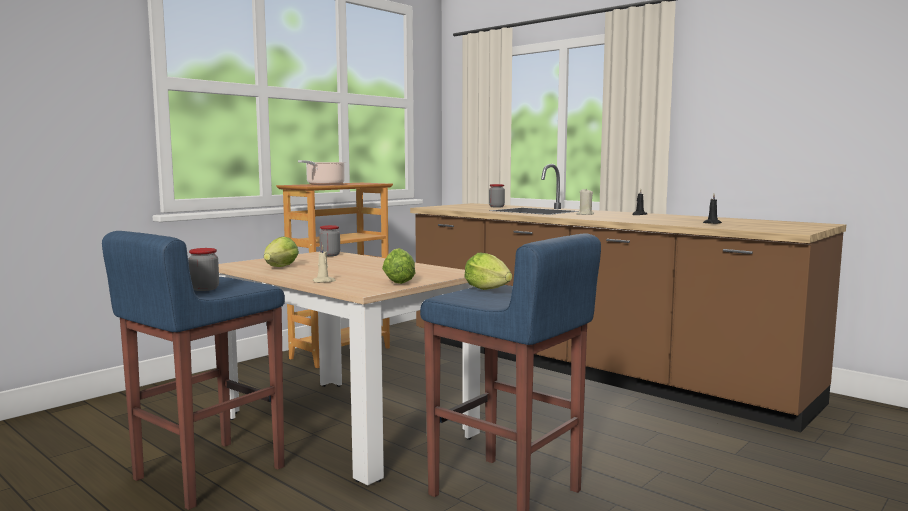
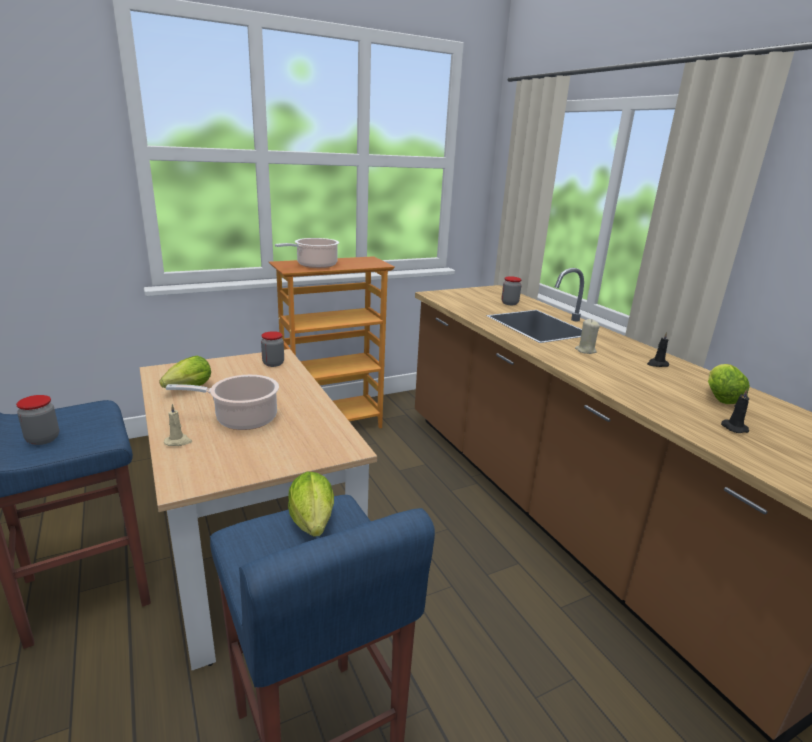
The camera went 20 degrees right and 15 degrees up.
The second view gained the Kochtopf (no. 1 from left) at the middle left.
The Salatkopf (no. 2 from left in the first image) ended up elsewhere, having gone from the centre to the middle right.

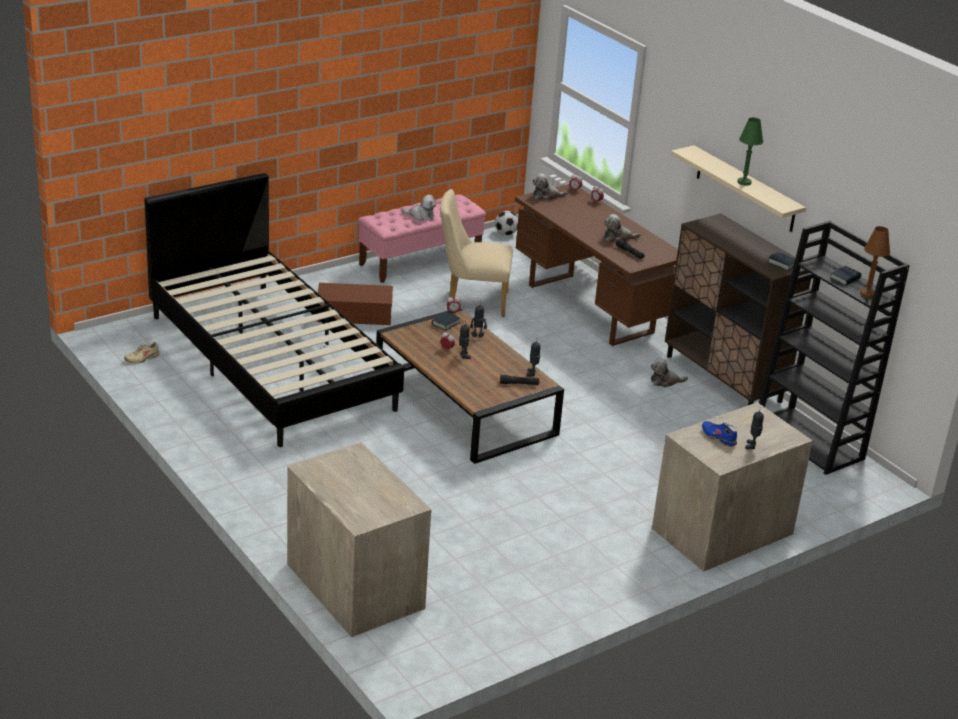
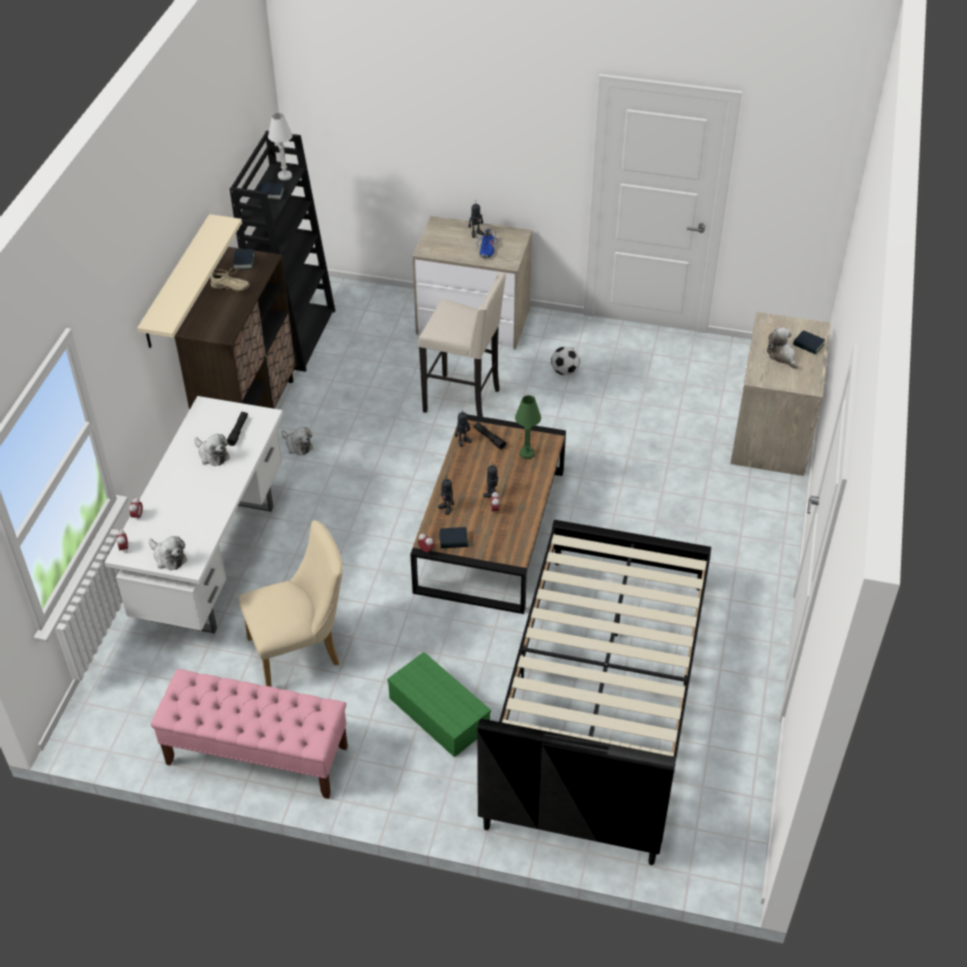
The camera went 130 degrees left and 15 degrees up.
The second view gained the Hocker/beige at the centre.
The second view gained the Buch (no. 4 from left) at the middle right.
The Schuh/beige ended up elsewhere, having gone from the middle left to the top left.
The Plüschtier (no. 1 from left in the first image) ended up elsewhere, having gone from the top centre to the middle right.
The Fußball ended up elsewhere, having gone from the top centre to the centre.
The Tischlampe/grün ended up elsewhere, having gone from the top right to the centre.
What was the Aufbewahrungsbox/braun at the centre turned into the Aufbewahrungsbox/grün at the bottom centre.
What was the Schreibtisch/braun at the centre turned into the Schreibtisch/weiß at the middle left.
What was the Tischlampe/braun at the middle right turned into the Tischlampe/weiß at the top left.
The Stuhl/beige at the centre ended up facing another way, 75 degrees counterclockwise from before.

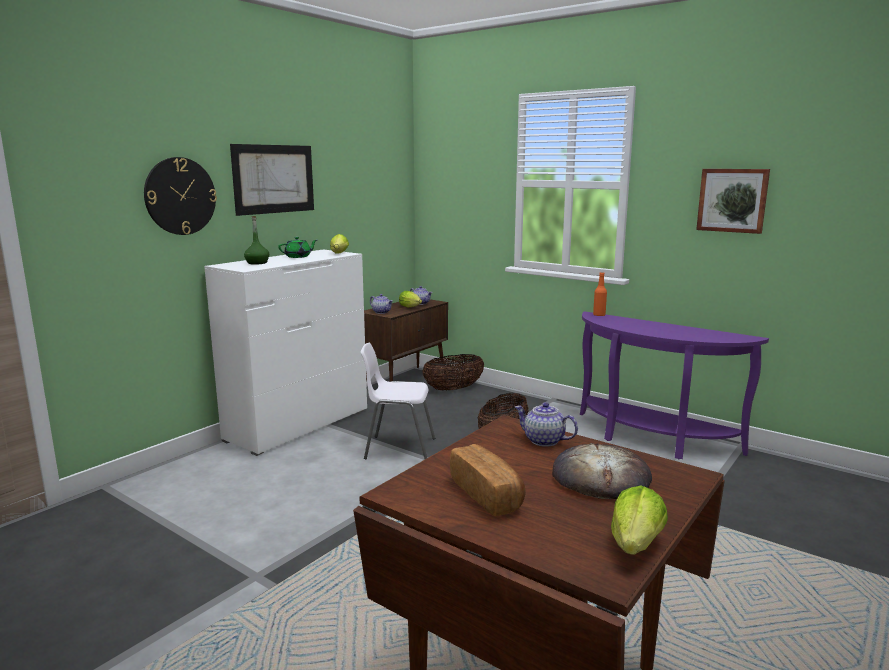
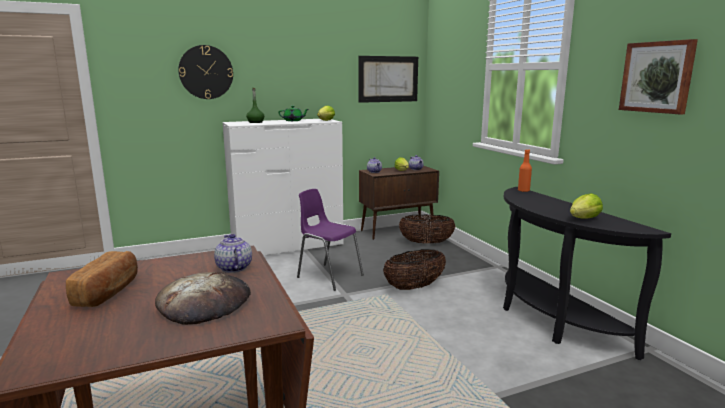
The camera went 30 degrees right and 0 degrees up.
The Bild (no. 1 from left) ended up elsewhere, having gone from the top left to the top centre.
The Salatkopf (no. 3 from left) ended up elsewhere, having gone from the bottom right to the middle right.
What was the Stuhl/weiß at the centre turned into the Stuhl/lila at the centre.
What was the Konsolentisch/lila at the middle right turned into the Konsolentisch/schwarz at the bottom right.

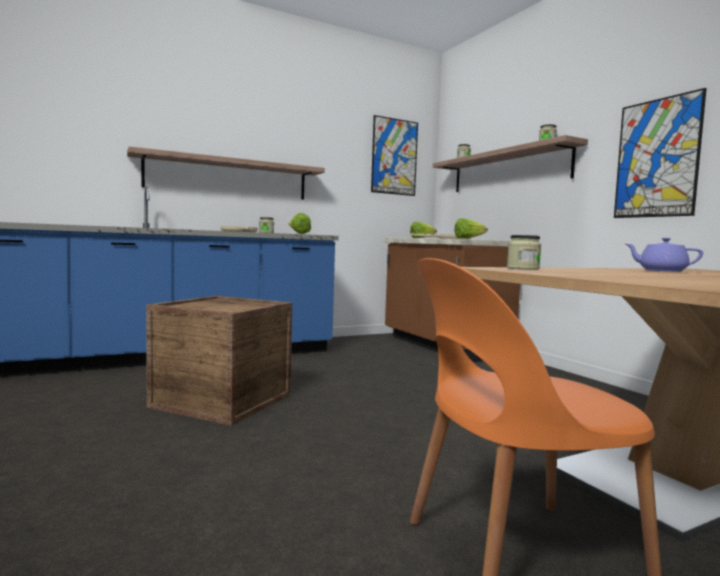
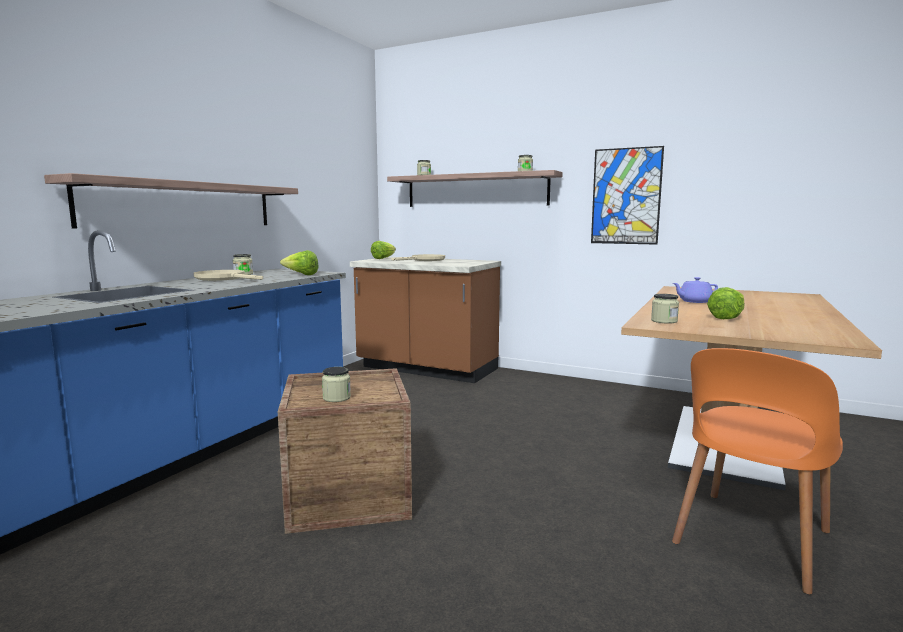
The camera went 35 degrees left and 5 degrees up.
The second view lost the Bild (no. 1 from left) at the top centre.
The second view gained the Vorratsglas (no. 2 from left) at the centre.
The Salatkopf (no. 3 from left) ended up elsewhere, having gone from the centre to the middle right.

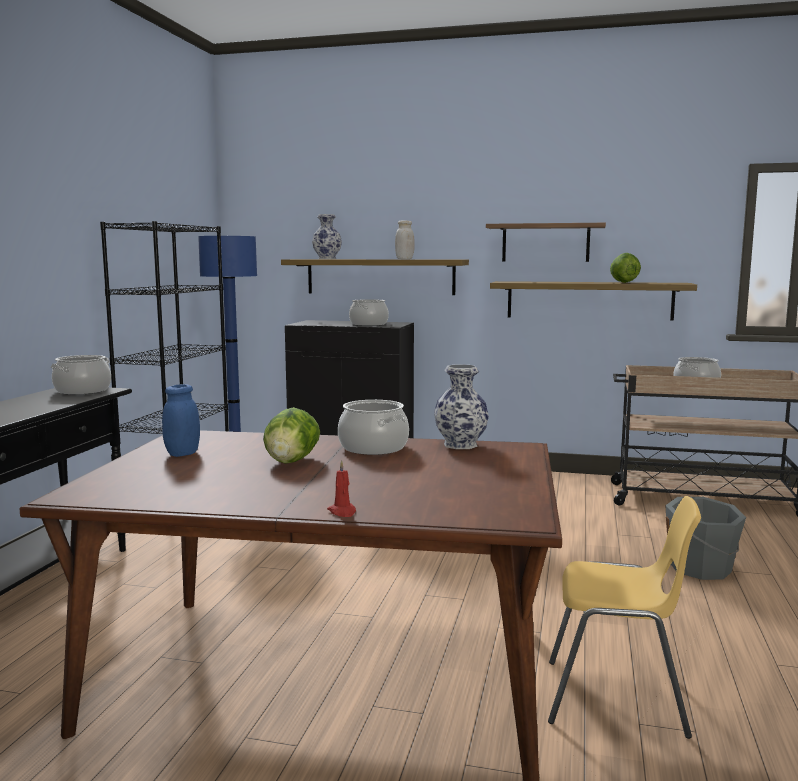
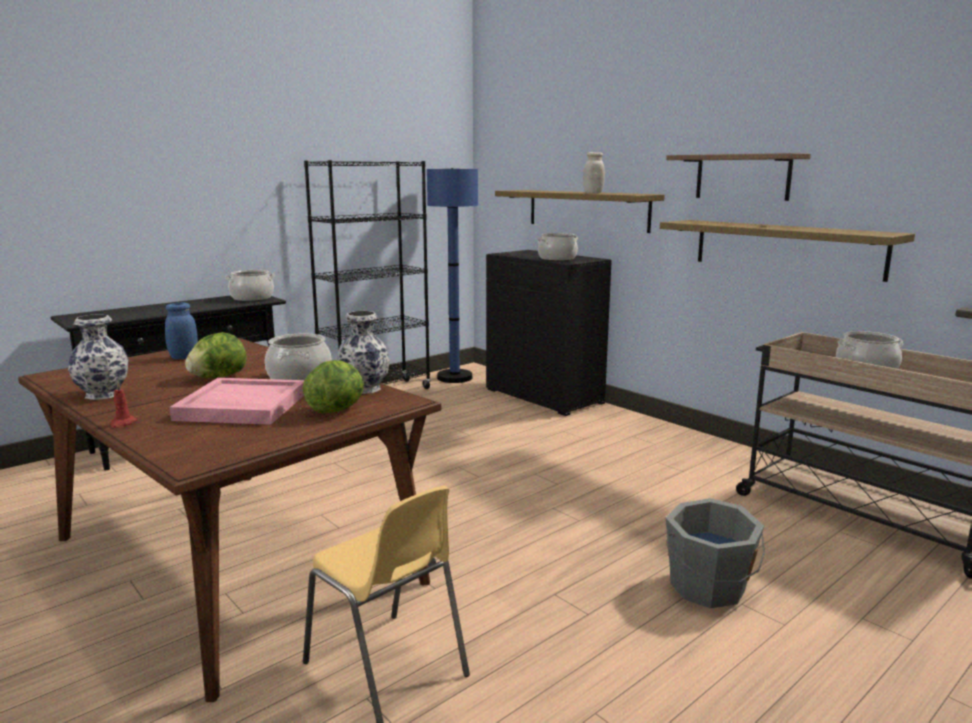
The camera went 35 degrees right and 5 degrees up.
The second view gained the Tablett/rosa at the middle left.
The Vase (no. 1 from left) ended up elsewhere, having gone from the top centre to the middle left.
The Salatkopf (no. 2 from left) ended up elsewhere, having gone from the middle right to the centre.

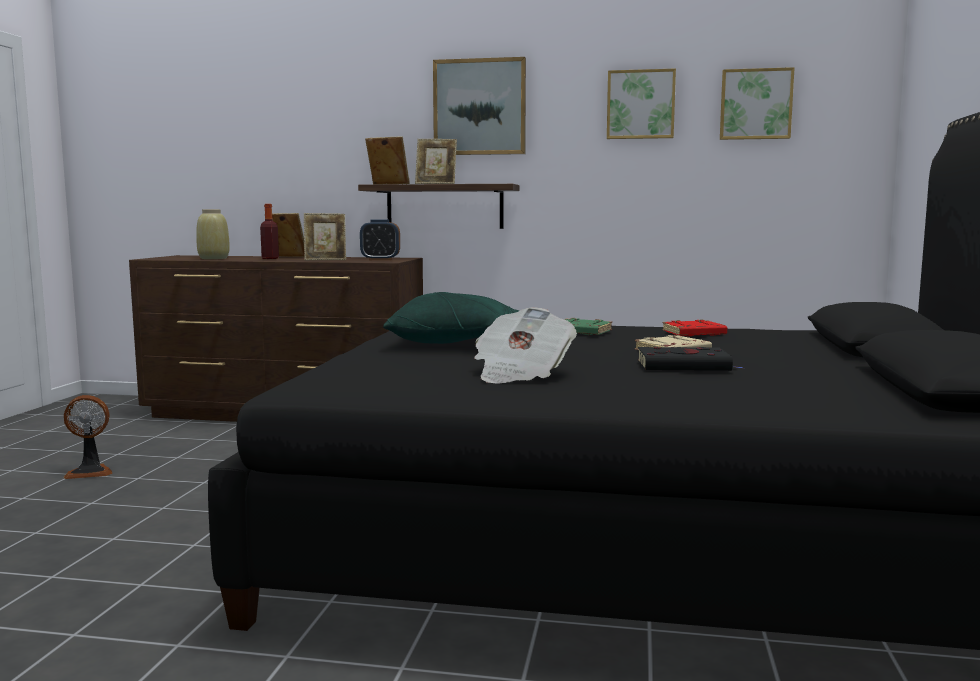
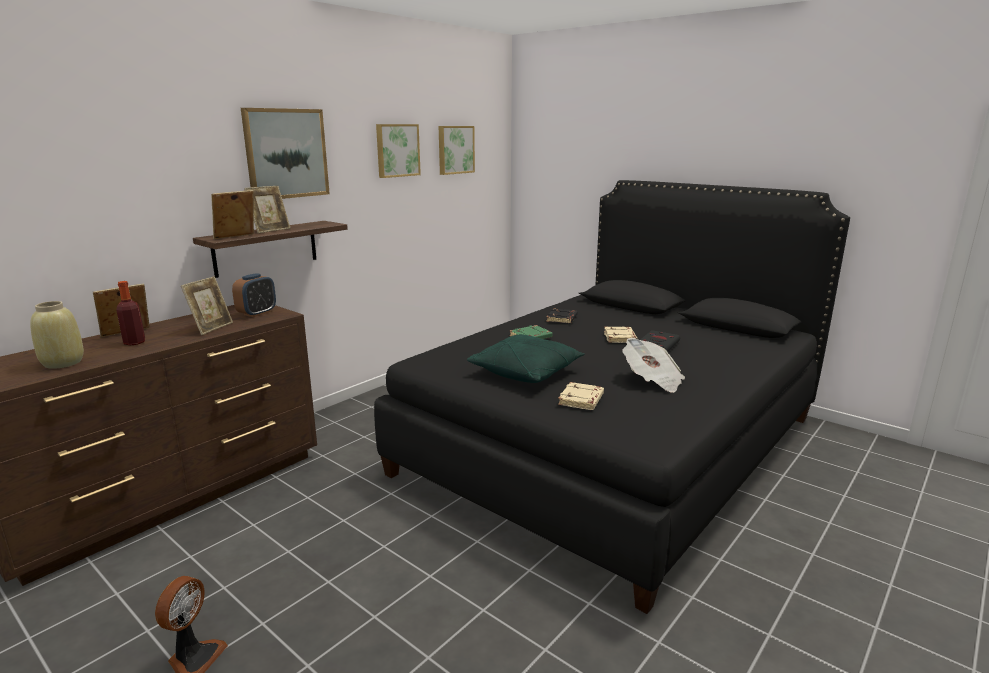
The camera went 60 degrees left and 10 degrees up.
The second view gained the Buch/beige (no. 1 from left) at the centre.
What was the Buch/rot at the middle right turned into the Buch/schwarz (no. 1 from left) at the centre.

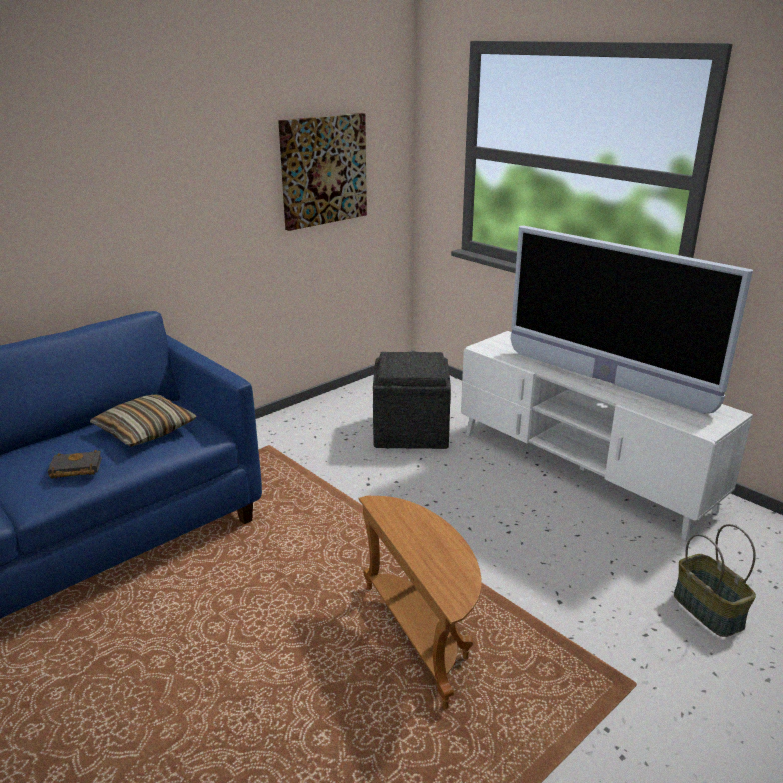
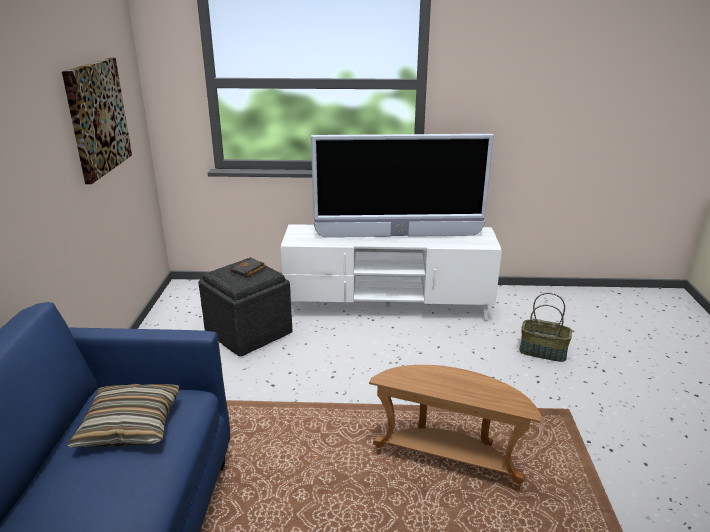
The camera went 45 degrees left and 0 degrees up.
The Buch/schwarz ended up elsewhere, having gone from the middle left to the centre.

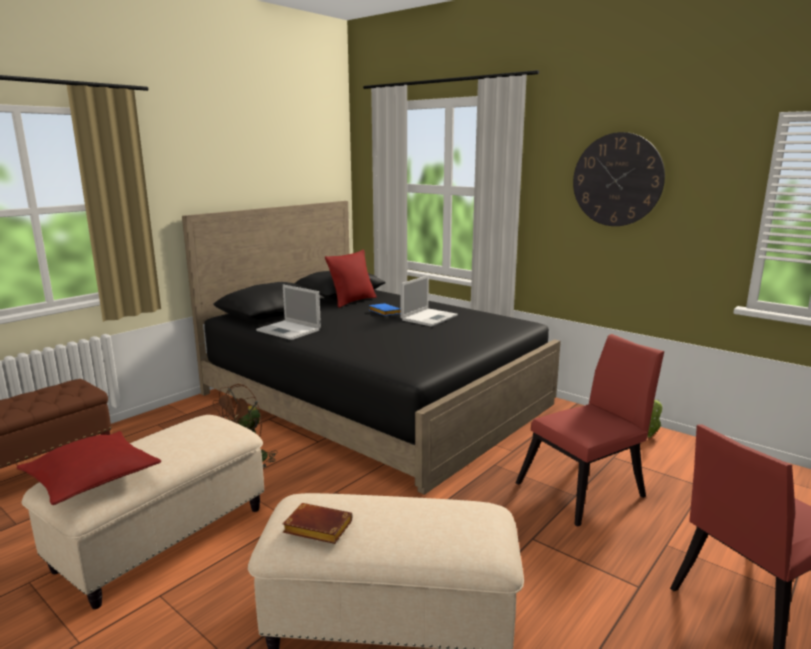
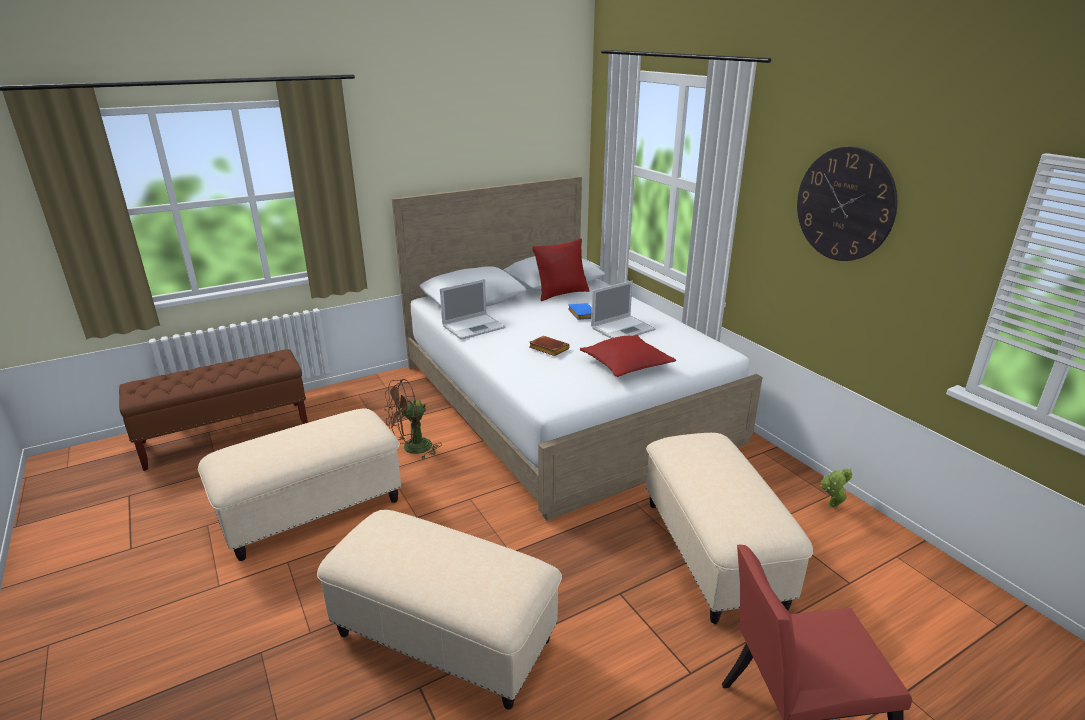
The camera went 20 degrees right and 10 degrees up.
The Kissen/rot (no. 1 from left in the first image) ended up elsewhere, having gone from the bottom left to the centre.
The Buch/braun ended up elsewhere, having gone from the bottom centre to the centre.
Where the Stuhl/rot (no. 1 from left) stood at the middle right, the Polsterhocker/beige (no. 3 from left) came to stand at the bottom right.
What was the Bett/schwarz at the centre turned into the Bett/weiß at the centre.
The Laptop (no. 1 from left) at the centre ended up facing another way, 90 degrees counterclockwise from before.

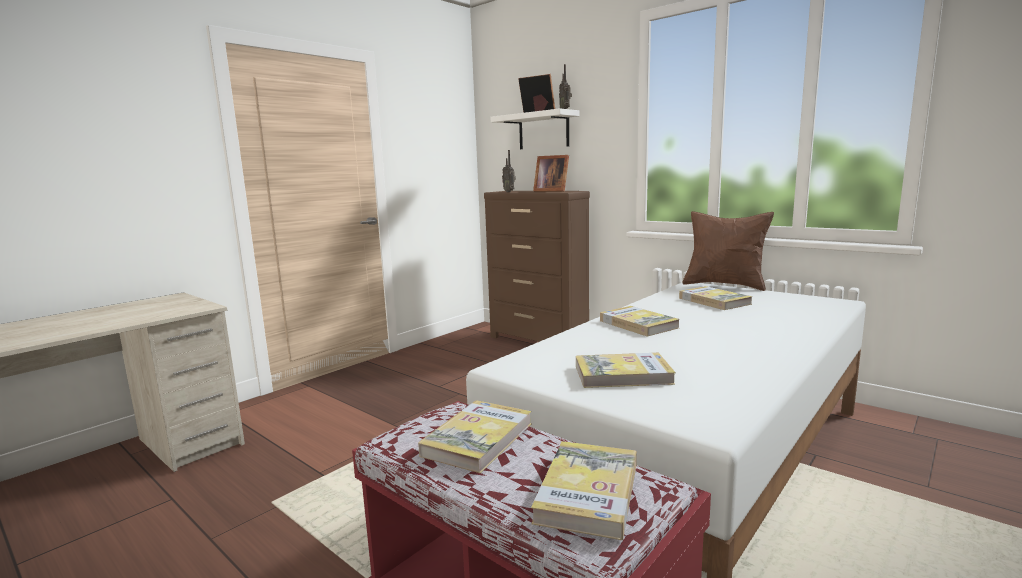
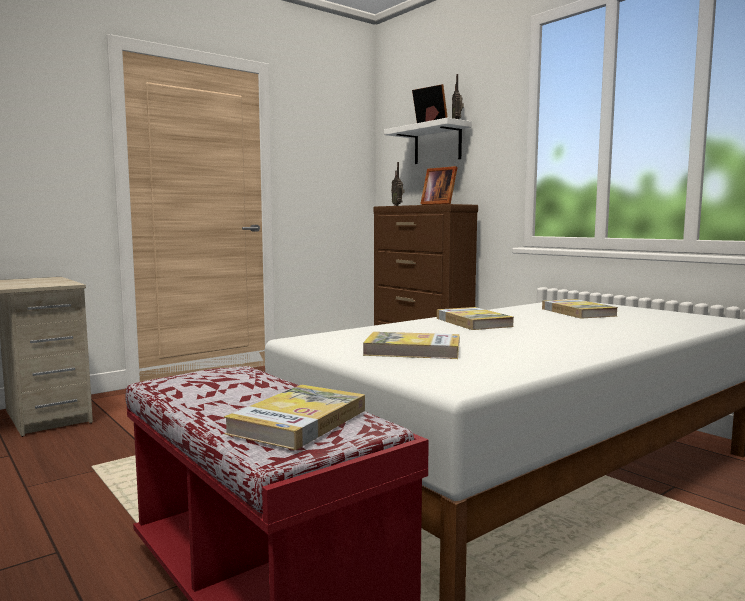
The camera went 10 degrees right and 5 degrees down.
The second view lost the Buch (no. 1 from left) at the bottom centre.
The second view lost the Kissen/braun at the middle right.

